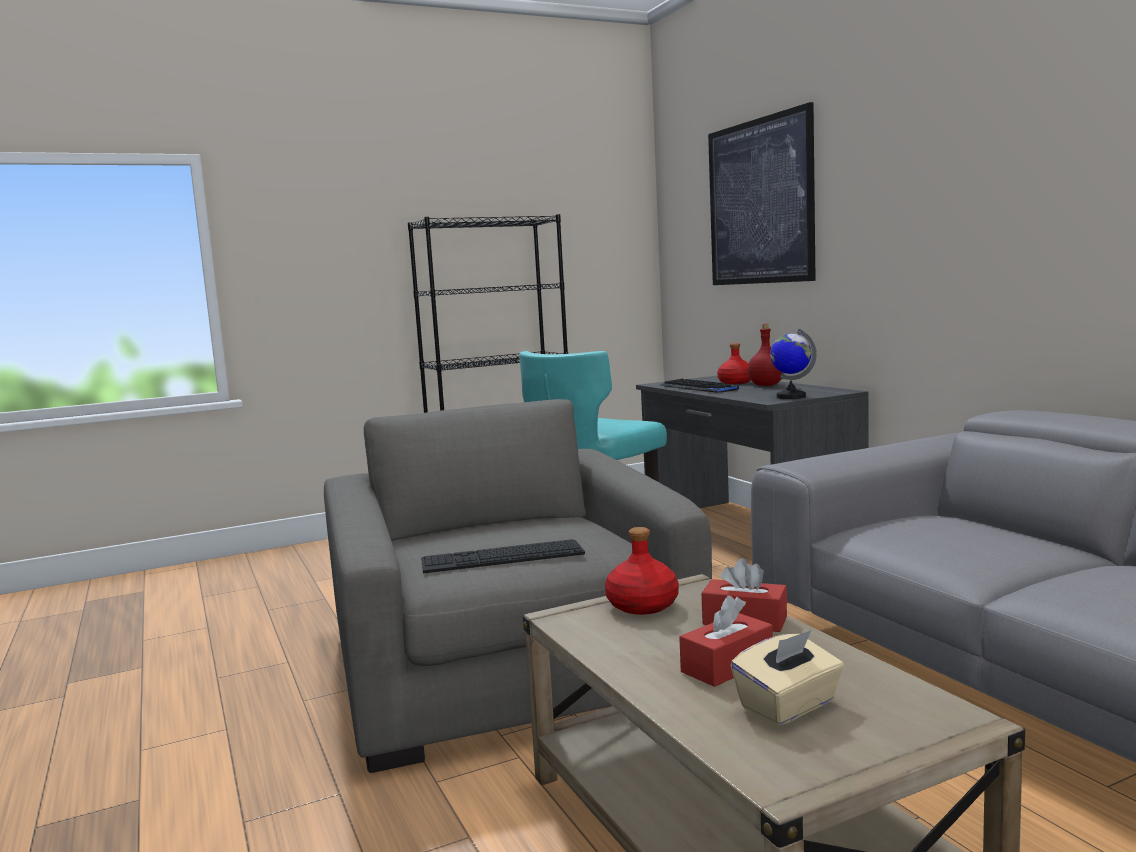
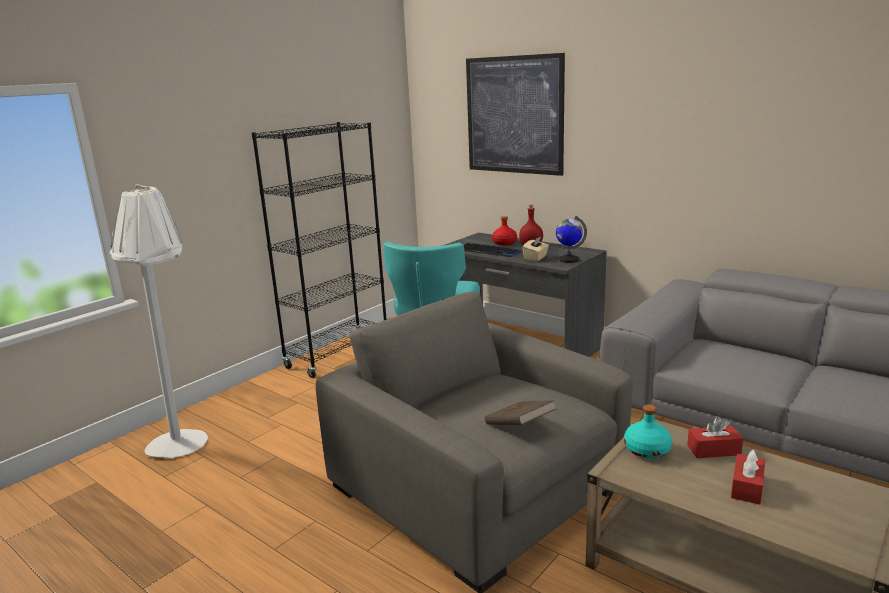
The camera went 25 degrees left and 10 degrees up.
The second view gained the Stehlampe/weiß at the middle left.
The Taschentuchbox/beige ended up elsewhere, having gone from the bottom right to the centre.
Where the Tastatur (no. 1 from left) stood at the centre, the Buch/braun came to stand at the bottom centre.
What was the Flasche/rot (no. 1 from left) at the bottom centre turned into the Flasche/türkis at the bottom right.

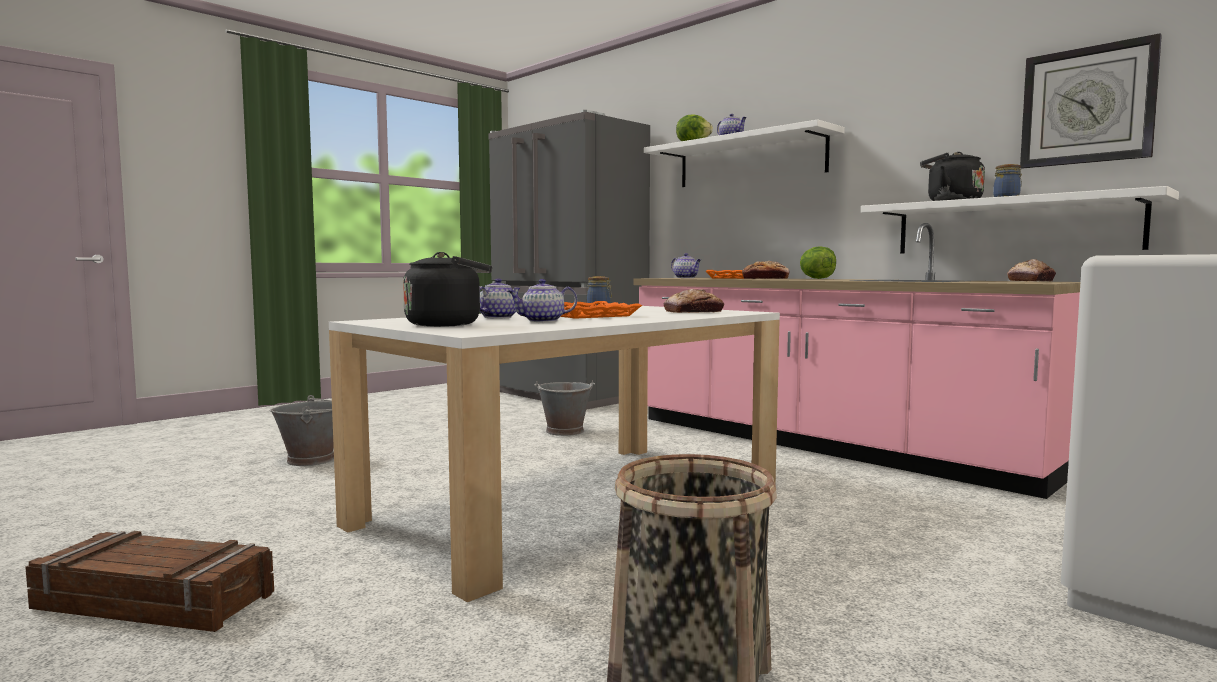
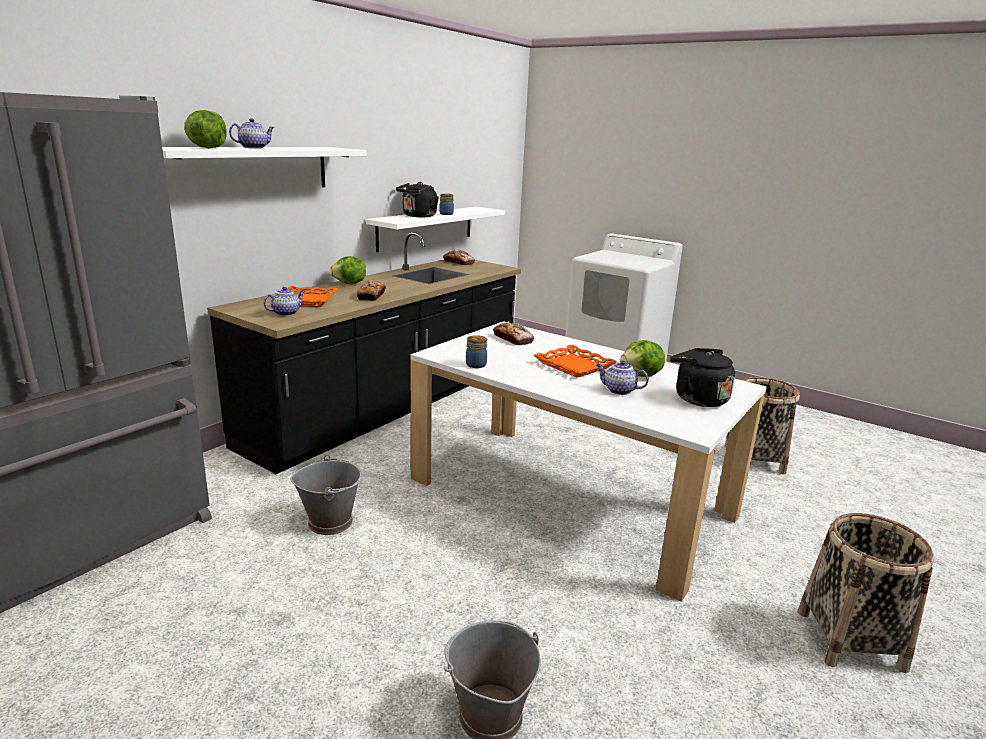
The camera went 100 degrees left and 15 degrees up.
The second view lost the Wanduhr at the top right.
Where the Kiste stood at the bottom left, the Korb (no. 2 from left) came to stand at the bottom right.
Where the Teekanne (no. 2 from left) stood at the centre, the Salatkopf (no. 3 from left) came to stand at the centre.
What was the Küchenzeile/rosa at the middle right turned into the Küchenzeile/schwarz at the centre.

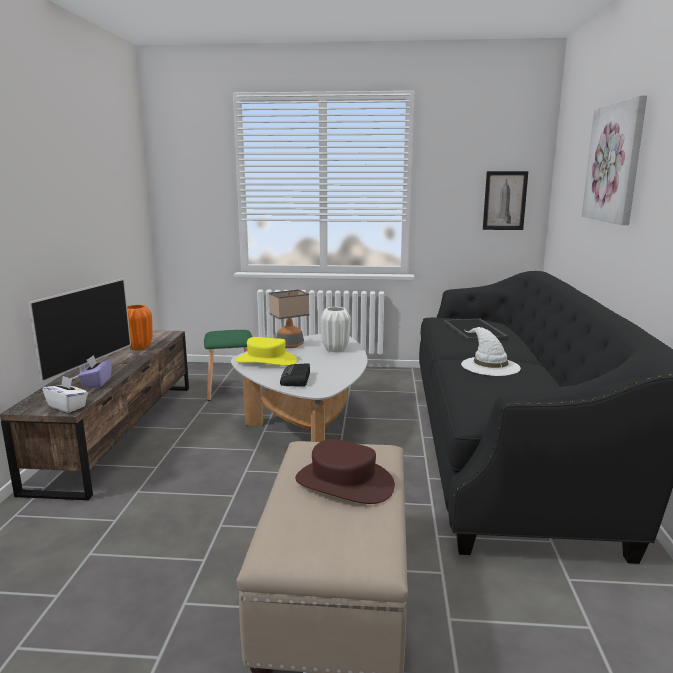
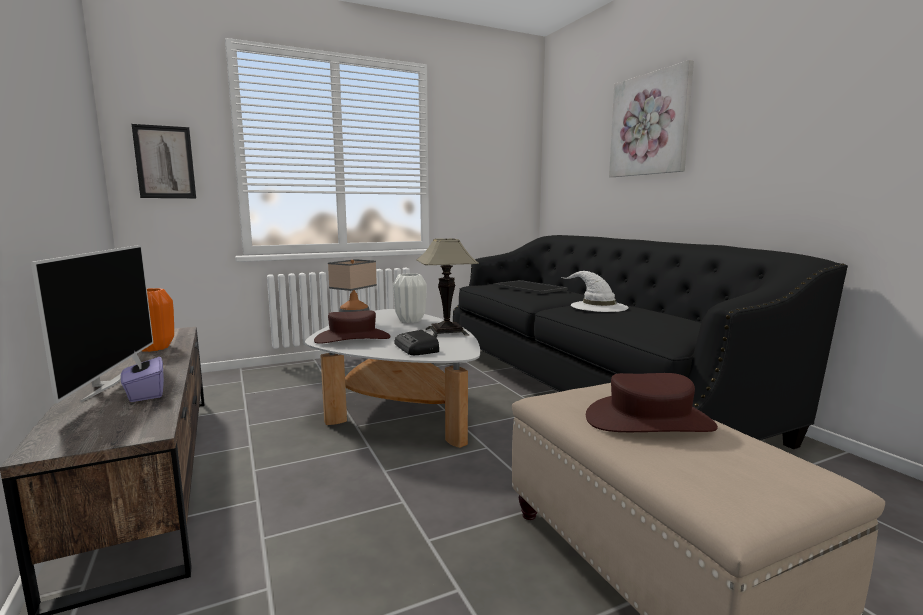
The camera went 30 degrees left and 5 degrees down.
The second view lost the Taschentuchbox/weiß at the middle left.
The second view lost the Hocker/grün at the centre.
The second view gained the Tischlampe (no. 2 from left) at the centre.
The Bild (no. 1 from left) ended up elsewhere, having gone from the top right to the top left.
What was the Hut/gelb at the centre turned into the Hut/braun (no. 1 from left) at the centre.

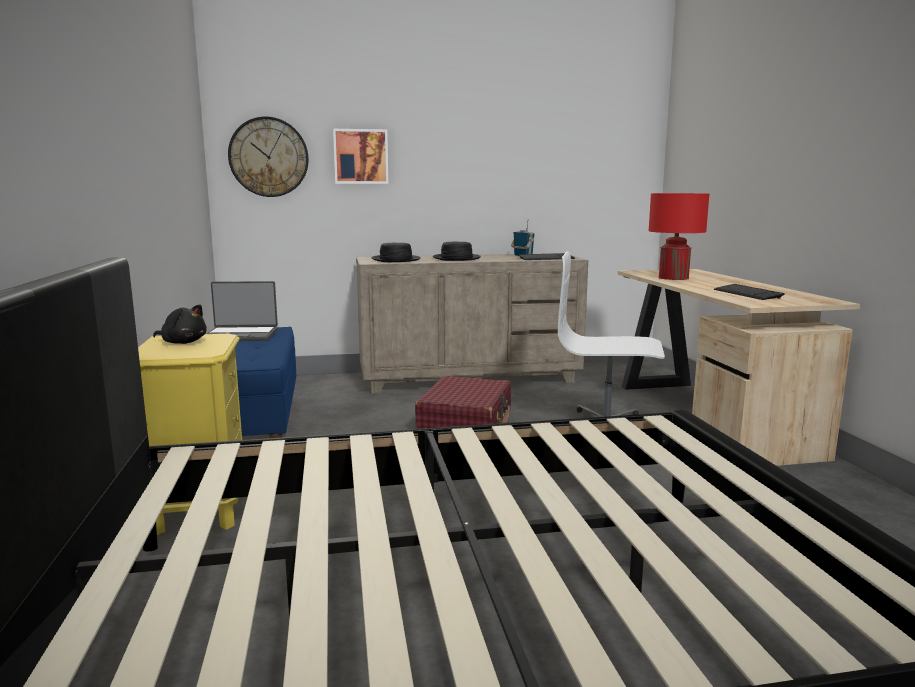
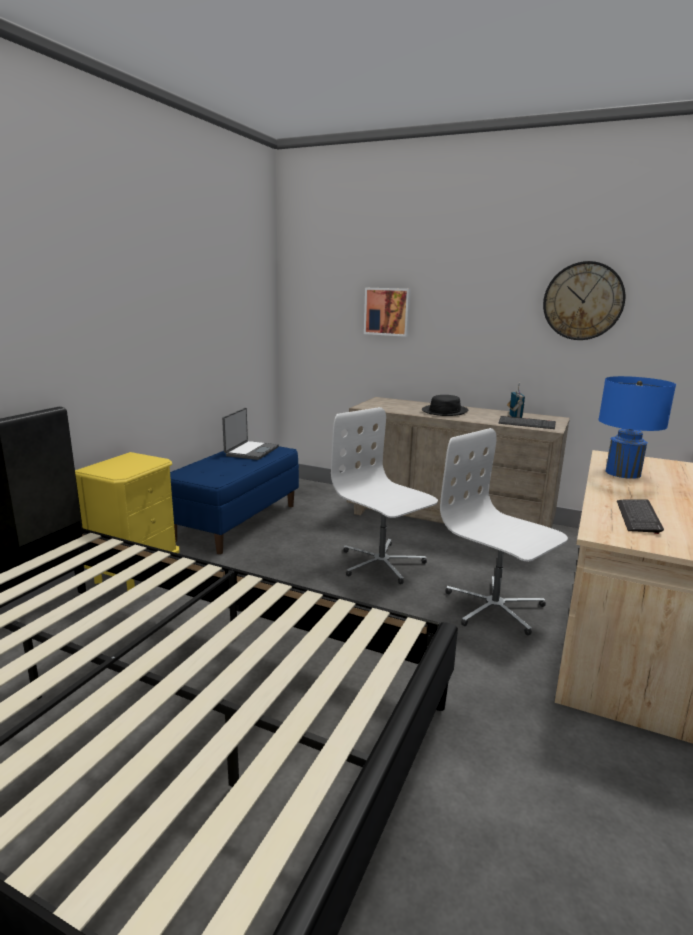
The camera went 35 degrees right and 5 degrees up.
The second view lost the Plüschtier/schwarz at the middle left.
The second view lost the Hut/schwarz (no. 1 from left) at the centre.
The Wanduhr ended up elsewhere, having gone from the top left to the top right.
Where the Koffer/rot stood at the centre, the Bürostuhl/weiß (no. 1 from left) came to stand at the centre.
What was the Tischlampe/rot at the middle right turned into the Tischlampe/blau at the middle right.
The Laptop at the middle left ended up facing another way, 105 degrees counterclockwise from before.

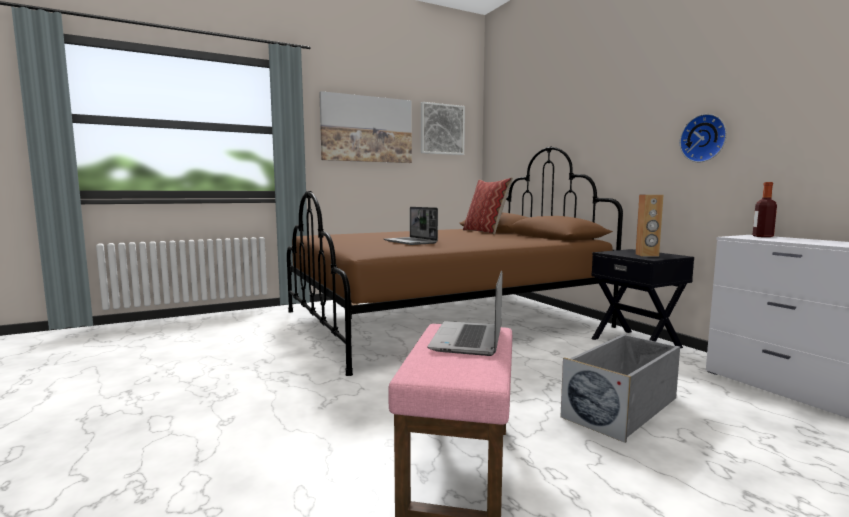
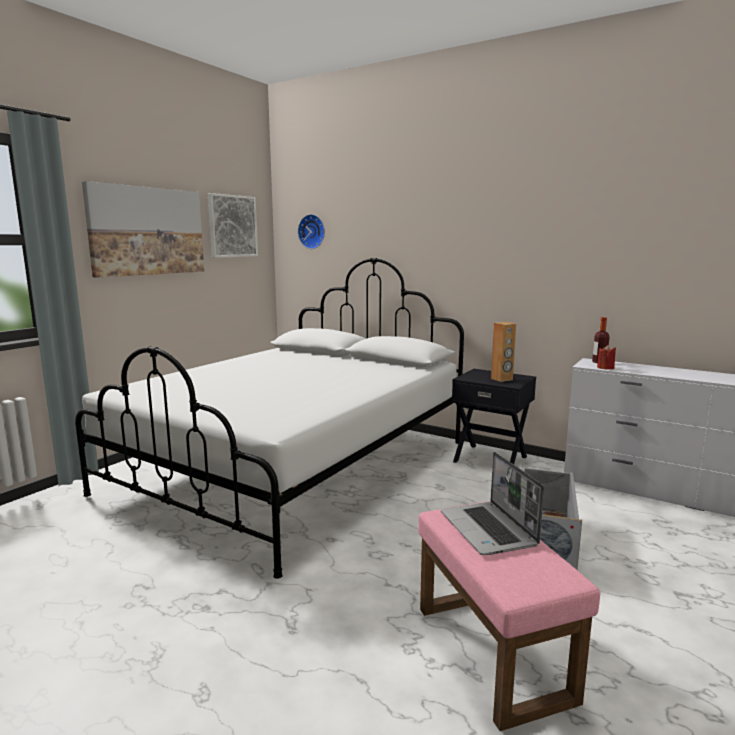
The camera went 30 degrees left and 5 degrees up.
The second view lost the Laptop (no. 1 from left) at the centre.
The second view lost the Kissen at the centre.
The second view gained the Kerze/rot at the middle right.
The Wanduhr ended up elsewhere, having gone from the top right to the top centre.
What was the Bett/braun at the centre turned into the Bett/weiß at the centre.

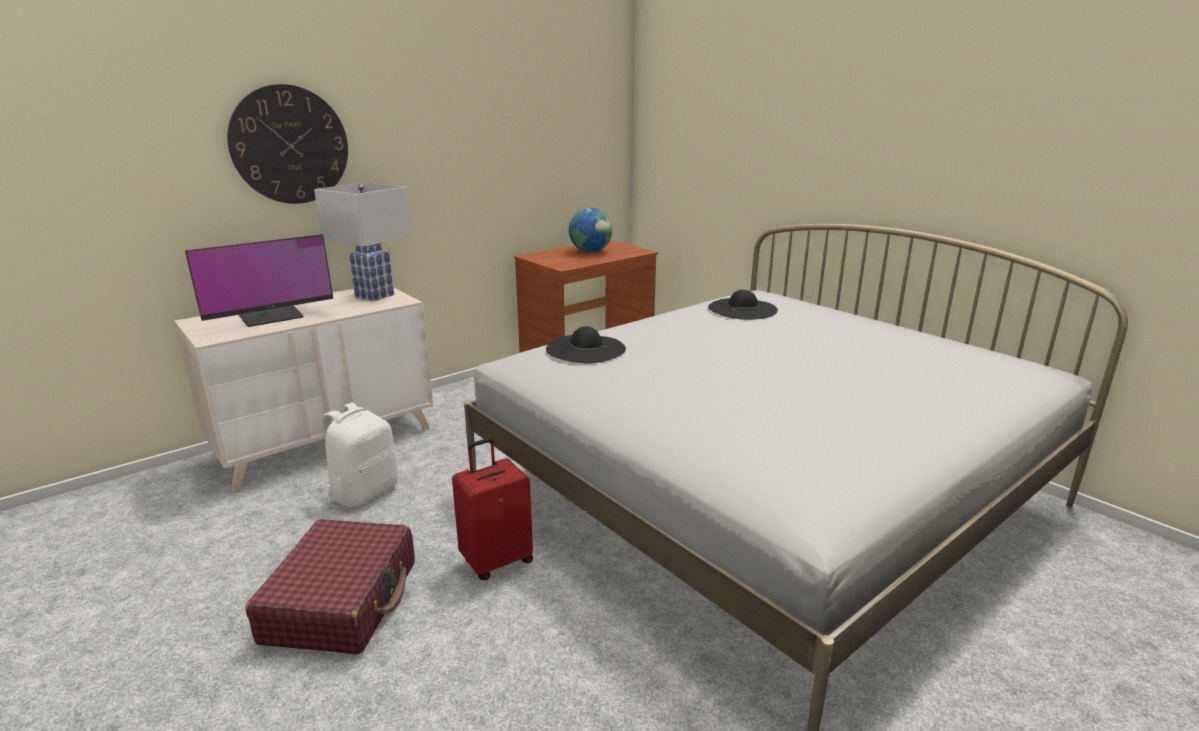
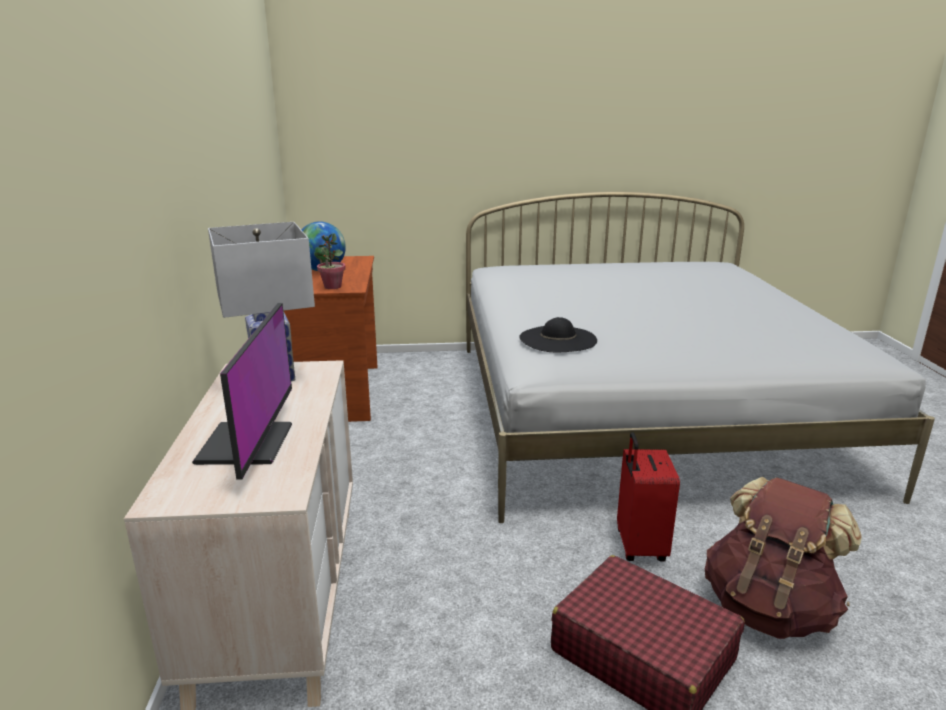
The camera went 55 degrees left and 0 degrees up.
The second view lost the Wanduhr at the top left.
The second view lost the Rucksack/weiß at the middle left.
The second view lost the Hut/schwarz (no. 2 from left) at the centre.
The second view gained the Topfpflanze at the centre.
The second view gained the Rucksack/braun at the bottom right.

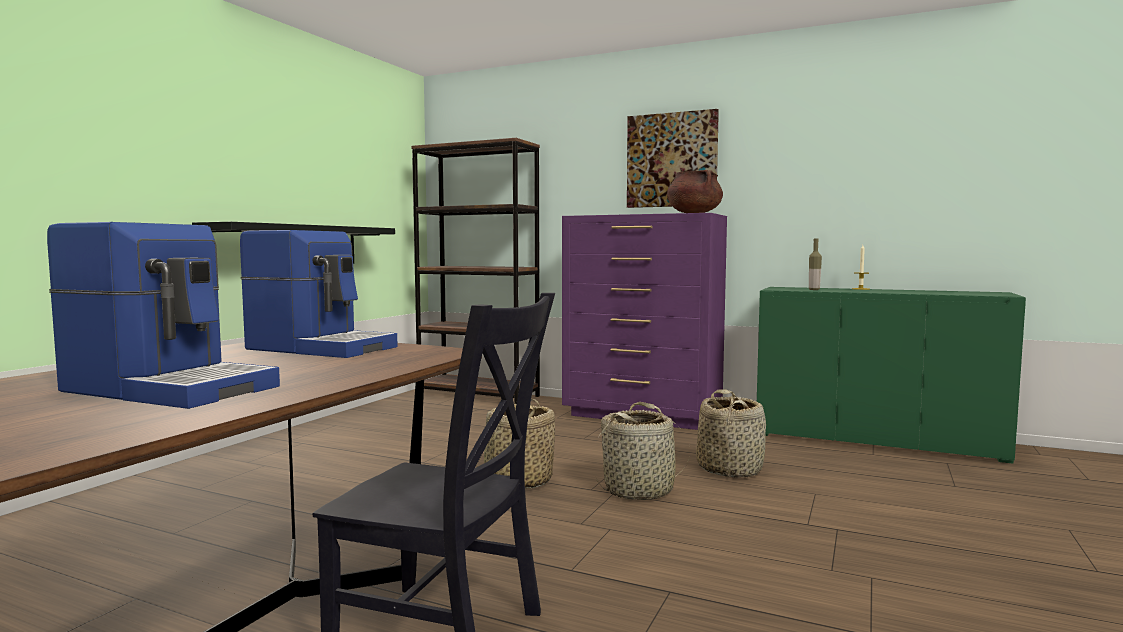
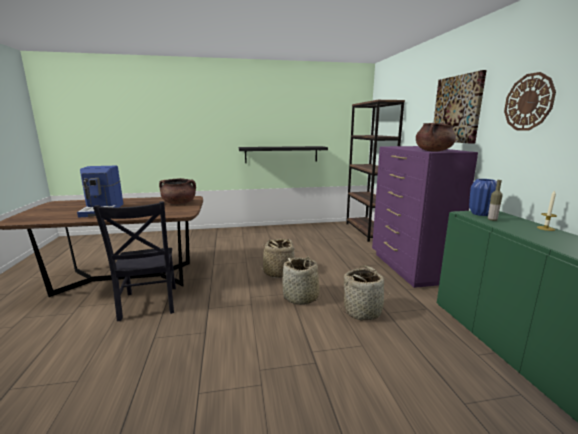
The camera went 55 degrees right and 10 degrees up.
The second view gained the Vase/blau at the middle right.
The second view gained the Wanduhr at the top right.
Where the Kaffeemaschine (no. 2 from left) stood at the middle left, the Kochtopf/braun (no. 1 from left) came to stand at the middle left.

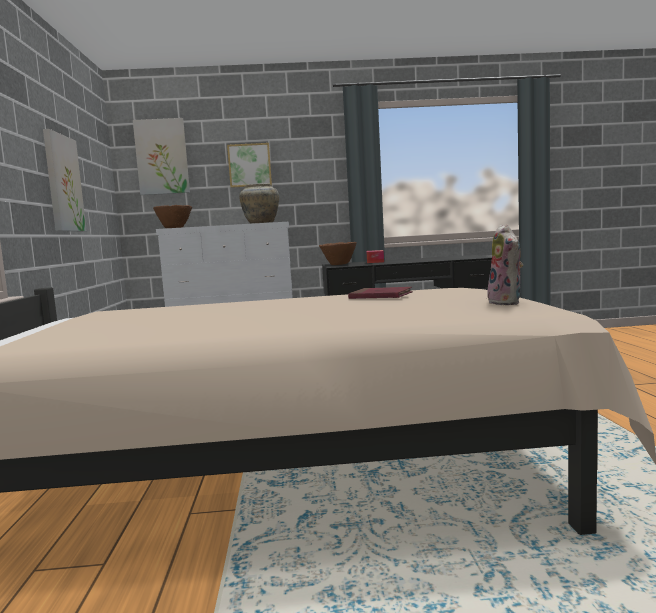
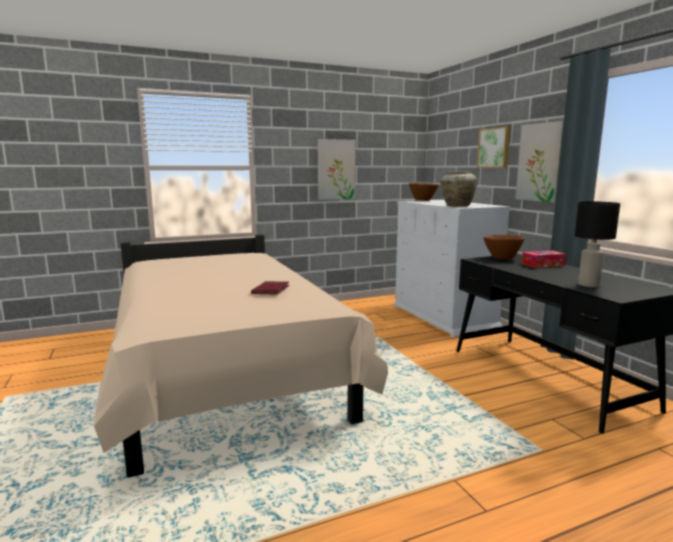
The camera went 70 degrees right and 5 degrees up.
The second view lost the Plüschtier at the middle right.
The second view gained the Tischlampe/schwarz at the middle right.
The Bild (no. 2 from left in the first image) ended up elsewhere, having gone from the top left to the top right.

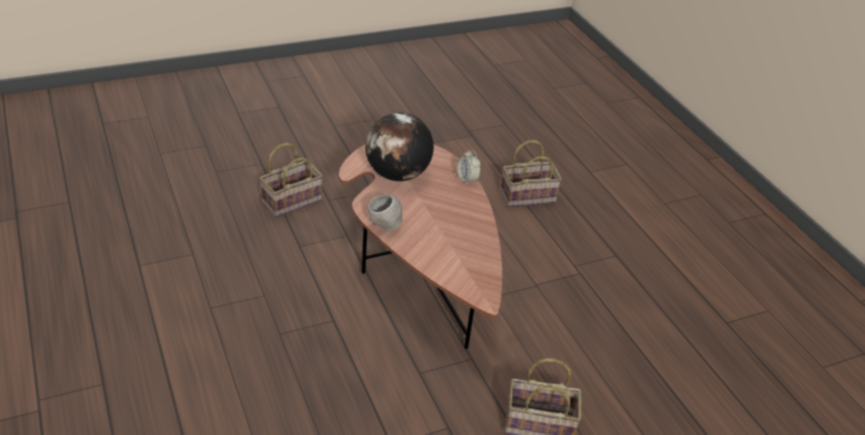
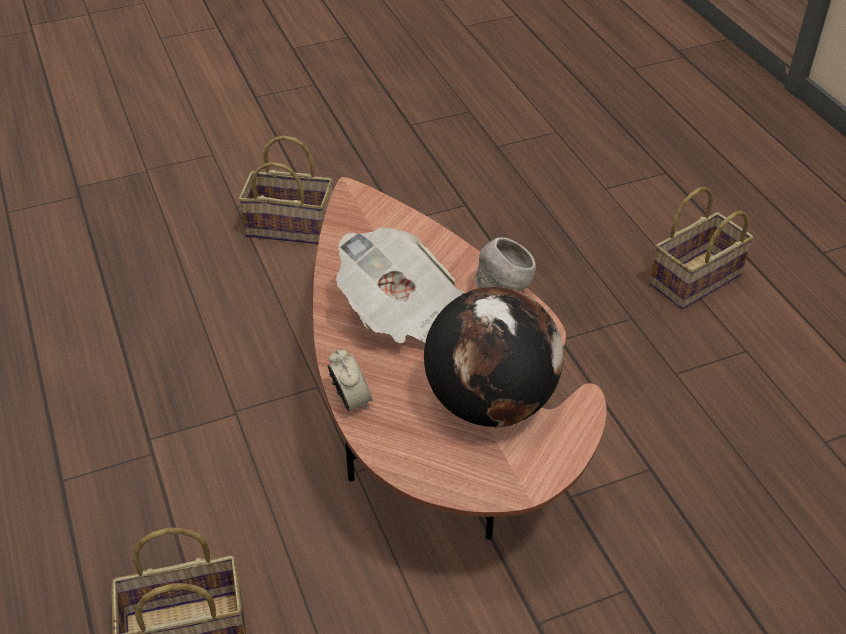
The camera went 175 degrees left and 5 degrees up.
The second view gained the Zeitung at the centre.
The Korb (no. 1 from left in the first image) ended up elsewhere, having gone from the centre to the middle right.

